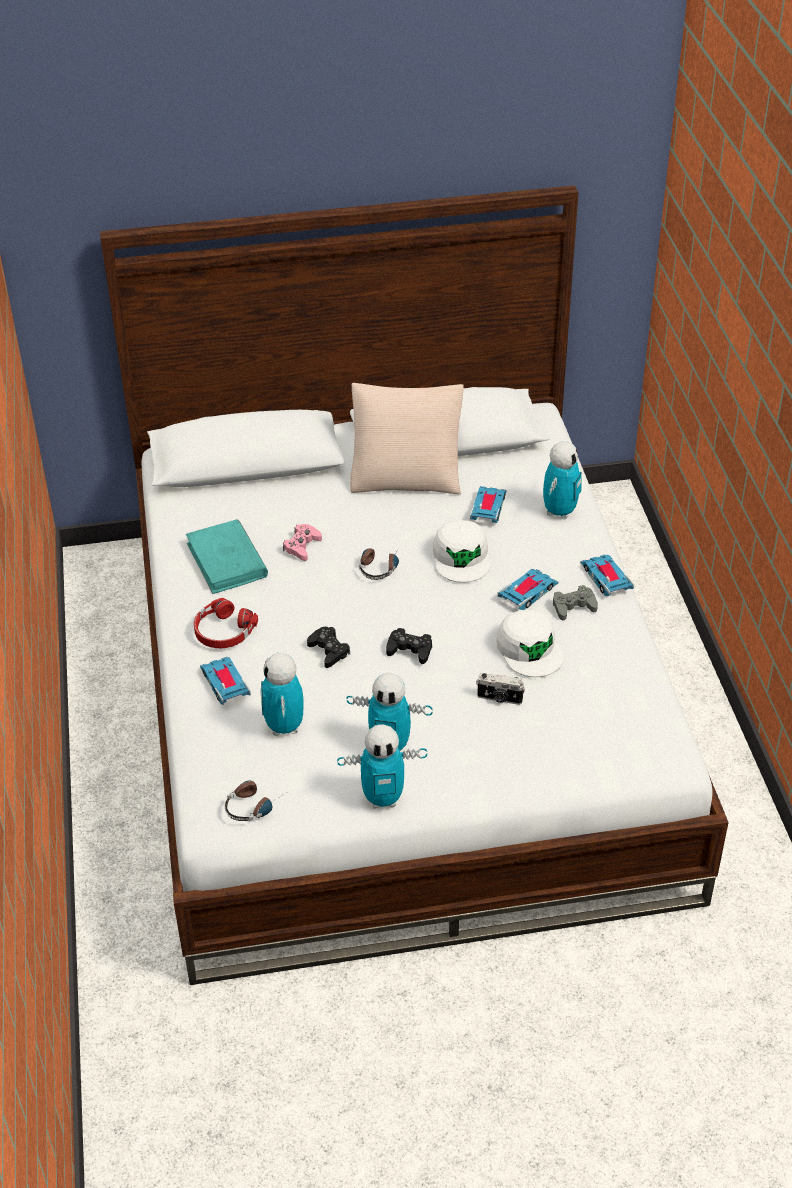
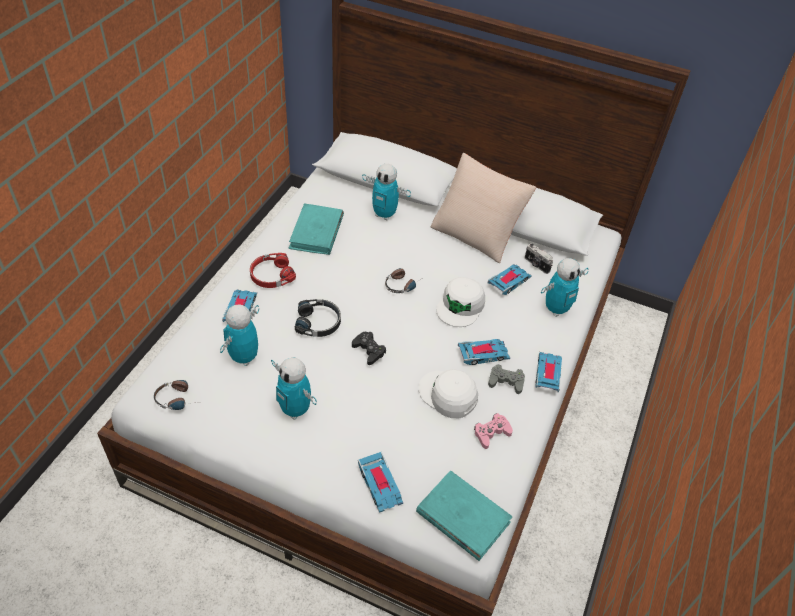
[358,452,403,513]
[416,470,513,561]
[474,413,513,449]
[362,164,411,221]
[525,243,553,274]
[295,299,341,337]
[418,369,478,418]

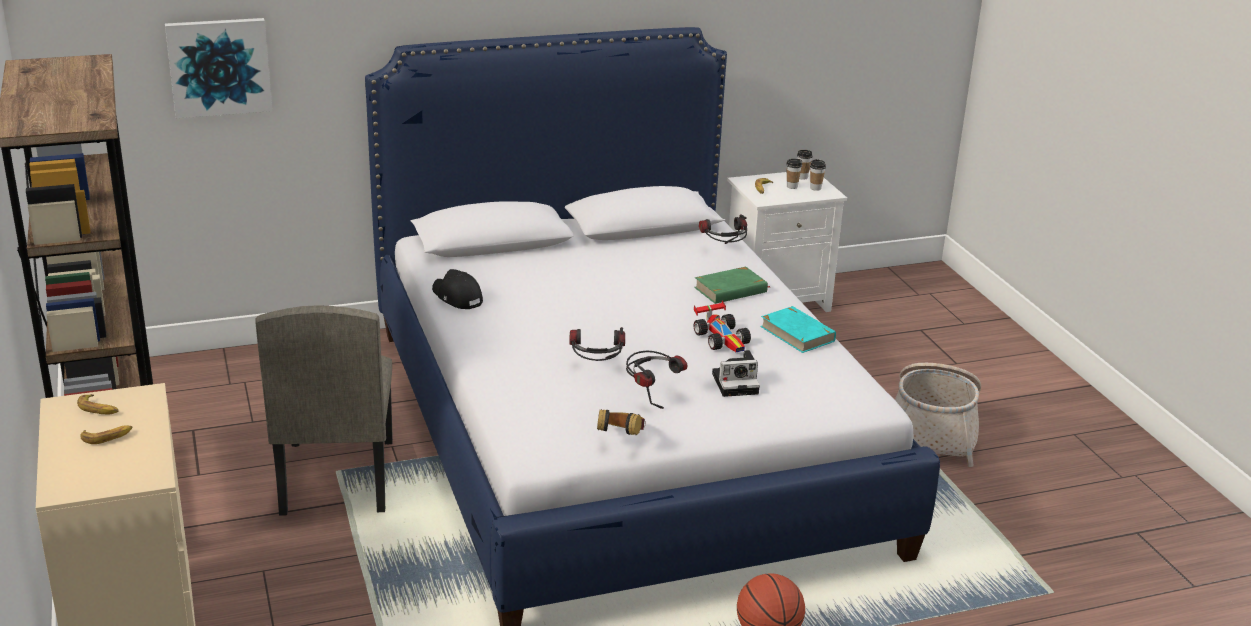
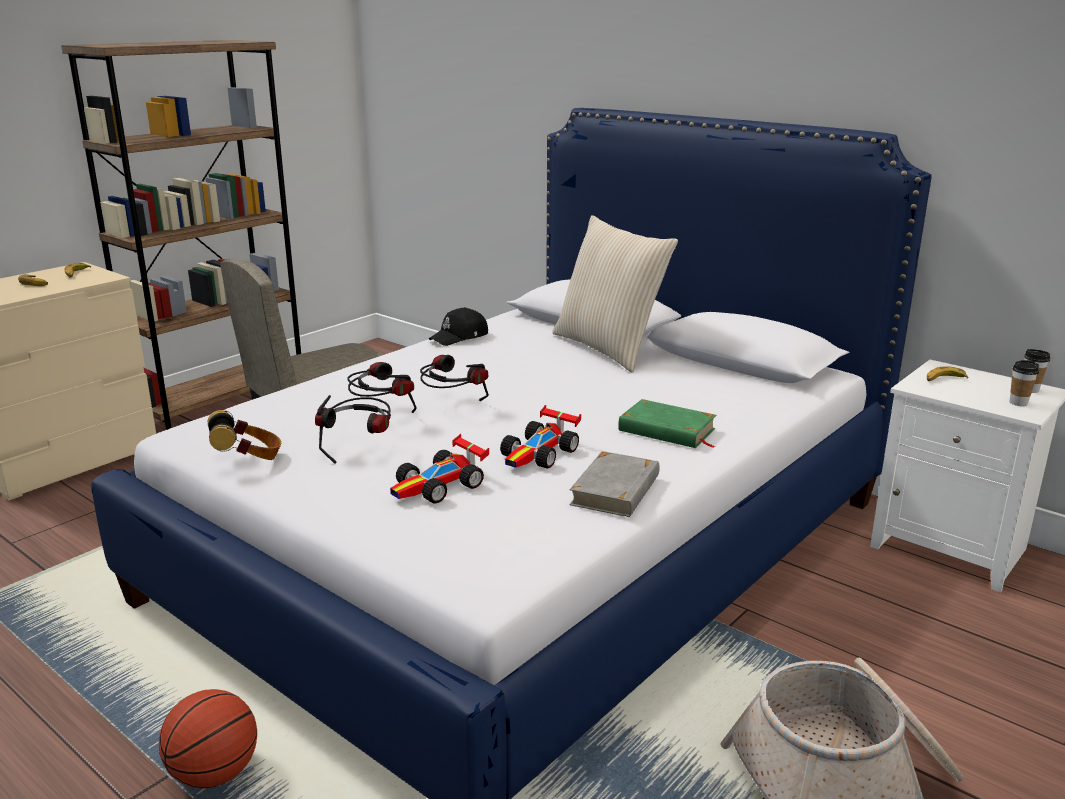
[165,18,272,118] (first image)
[786,159,802,189] (first image)
[553,215,678,373]
[420,355,489,401]
[390,434,489,503]
[569,451,660,517]
[429,307,488,346]

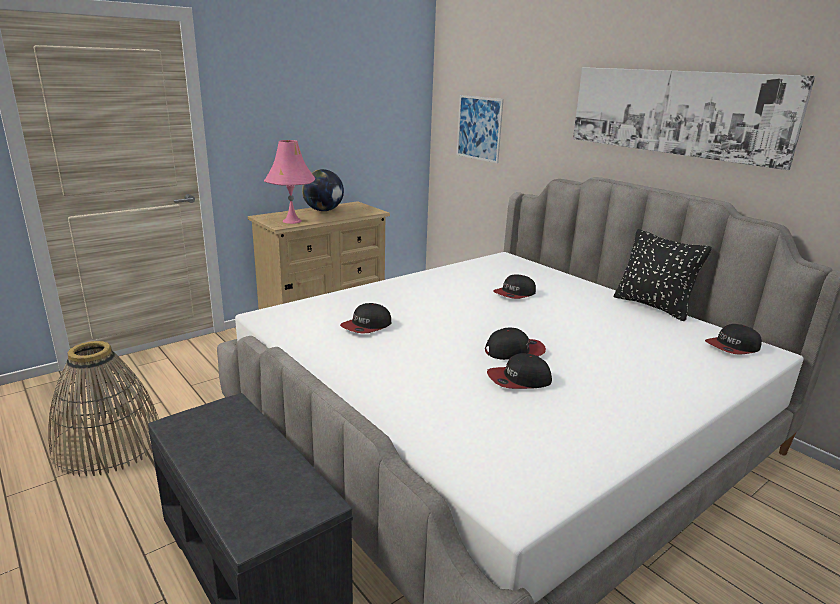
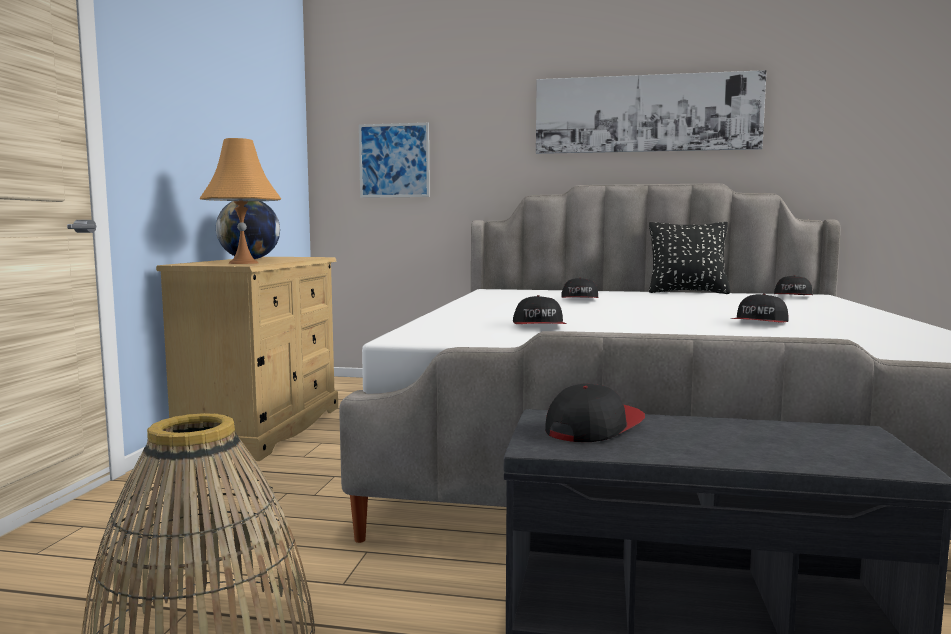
[545,383,645,442]
[200,138,281,264]

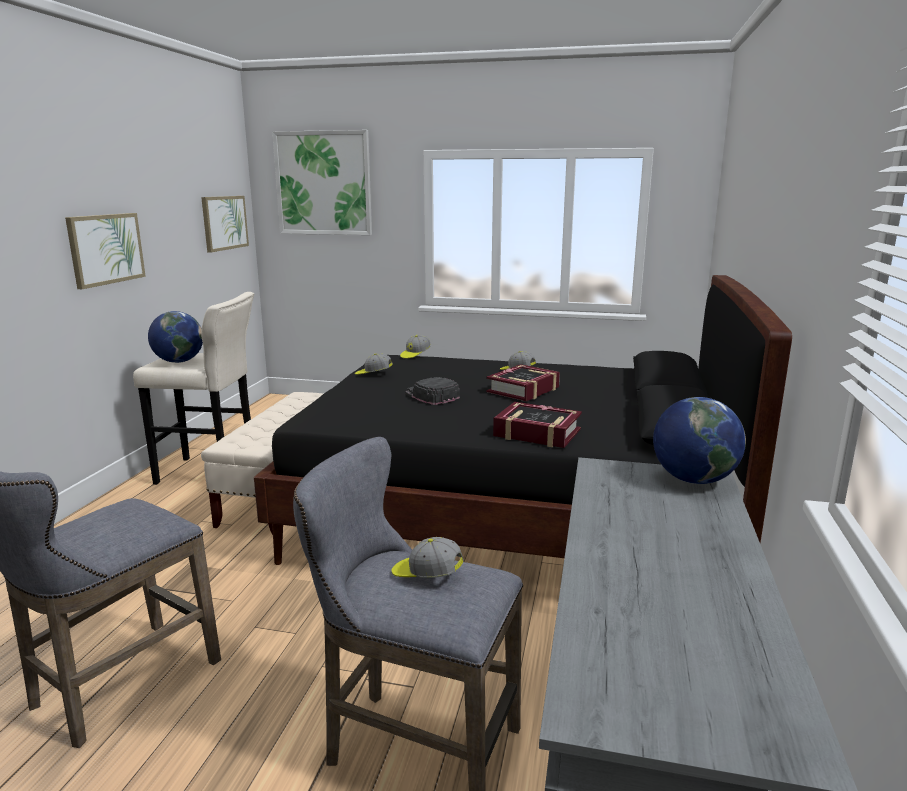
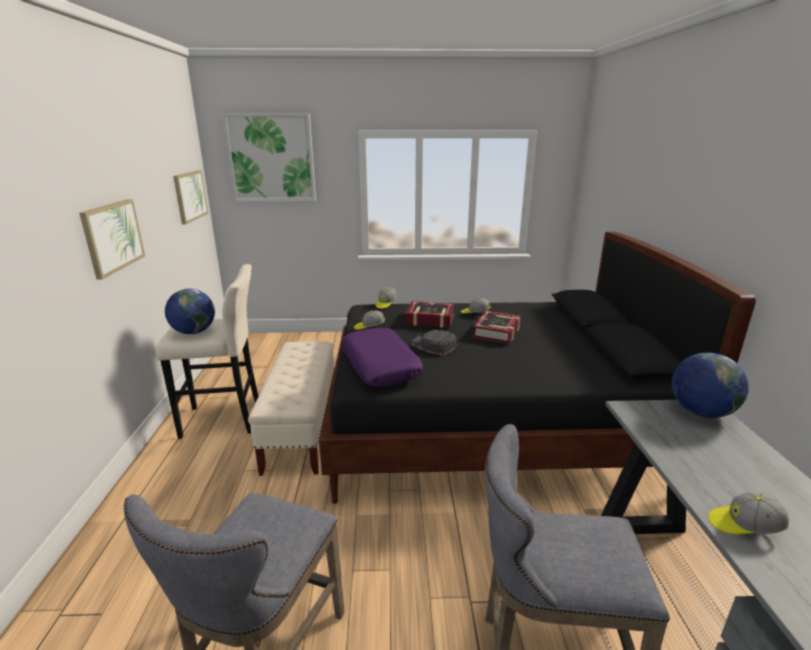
[341,328,423,387]
[708,492,789,534]
[405,301,454,328]

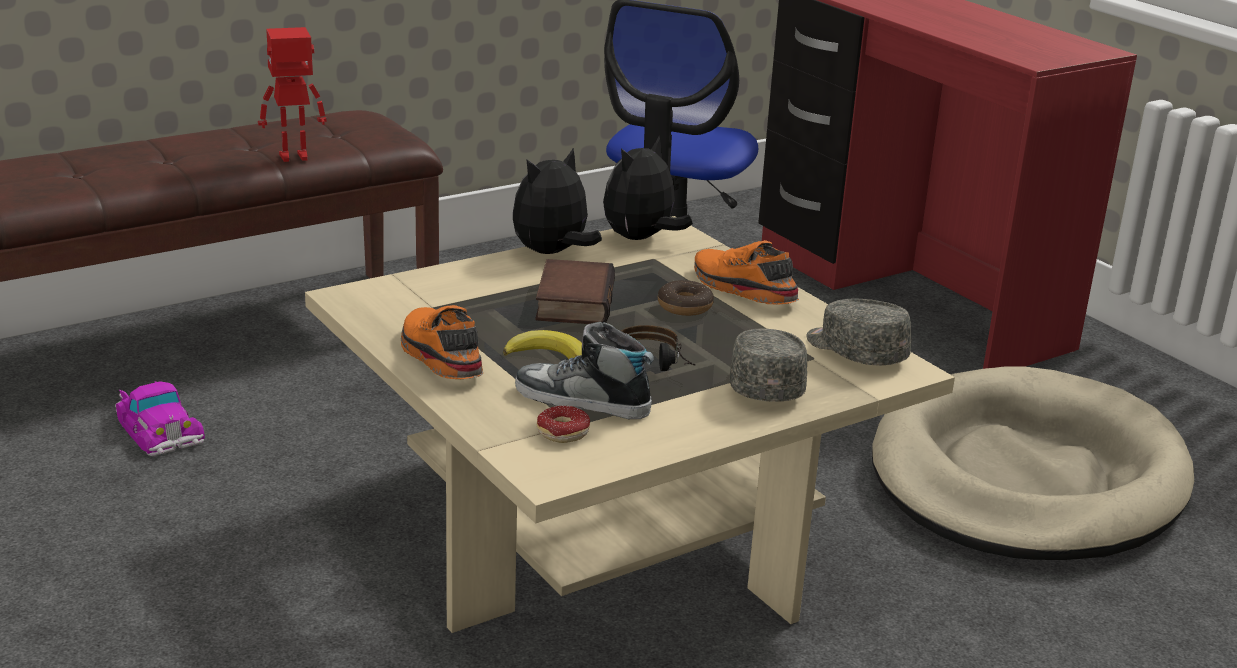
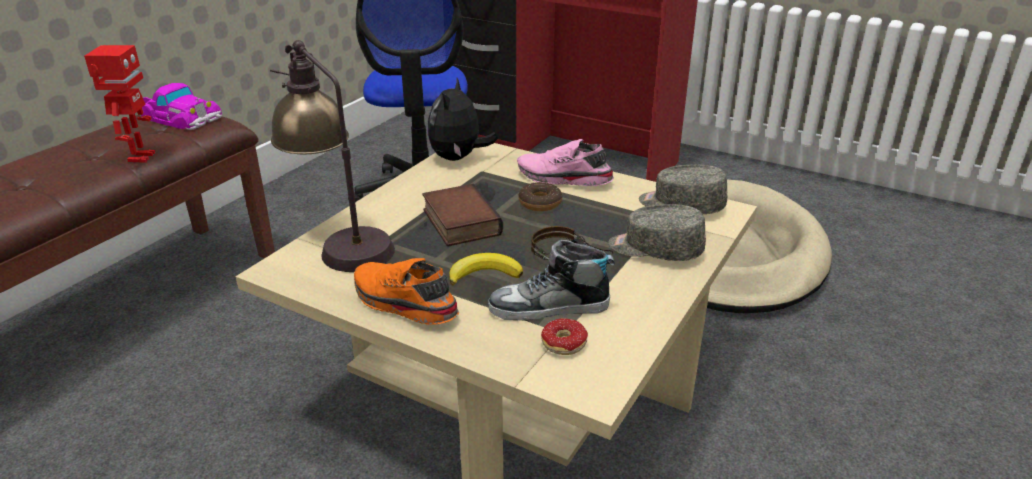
[513,148,602,254] (first image)
[270,40,395,272]
[140,83,222,130]
[517,139,614,186]
[84,45,155,163]
[609,204,706,261]

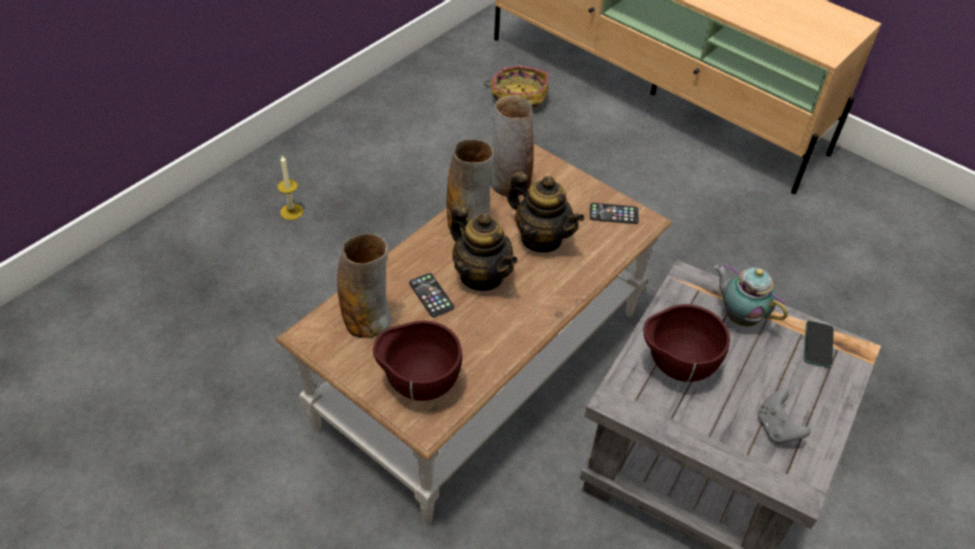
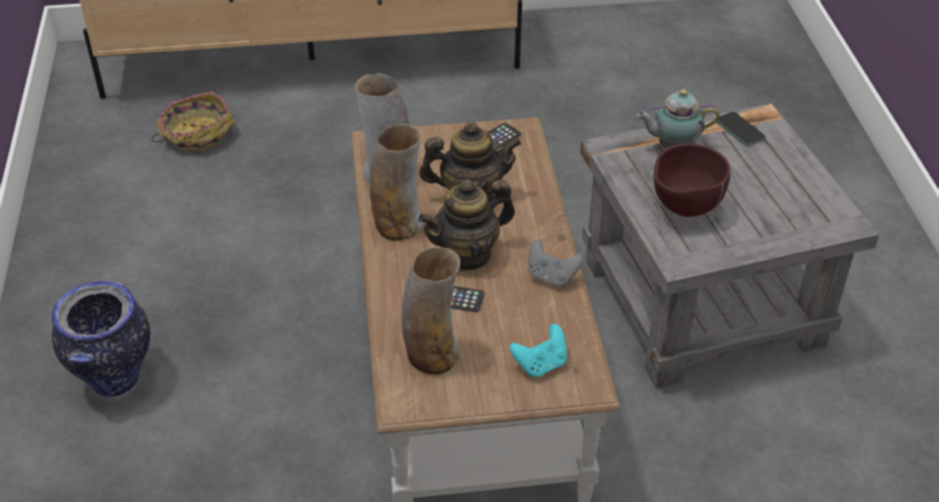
[528,240,583,287]
[52,281,150,397]
[509,324,567,377]
[418,179,515,271]

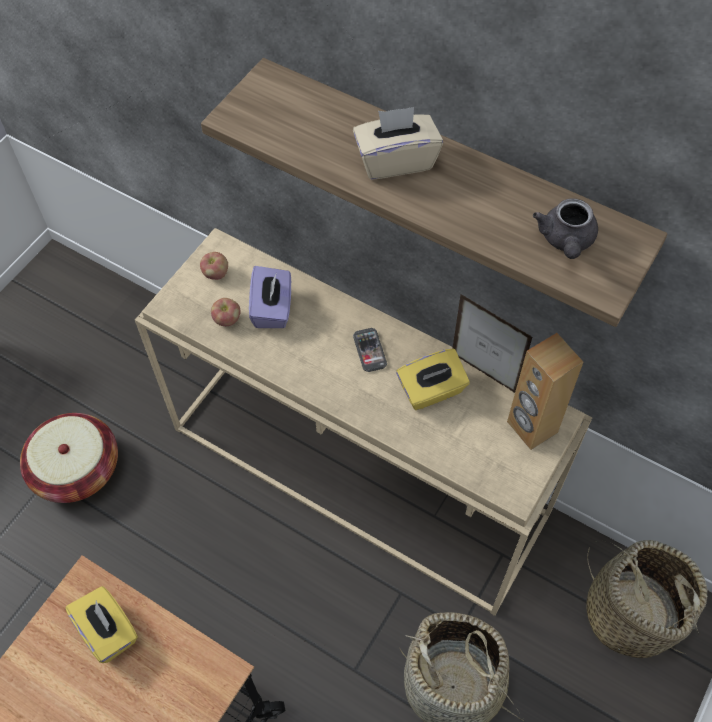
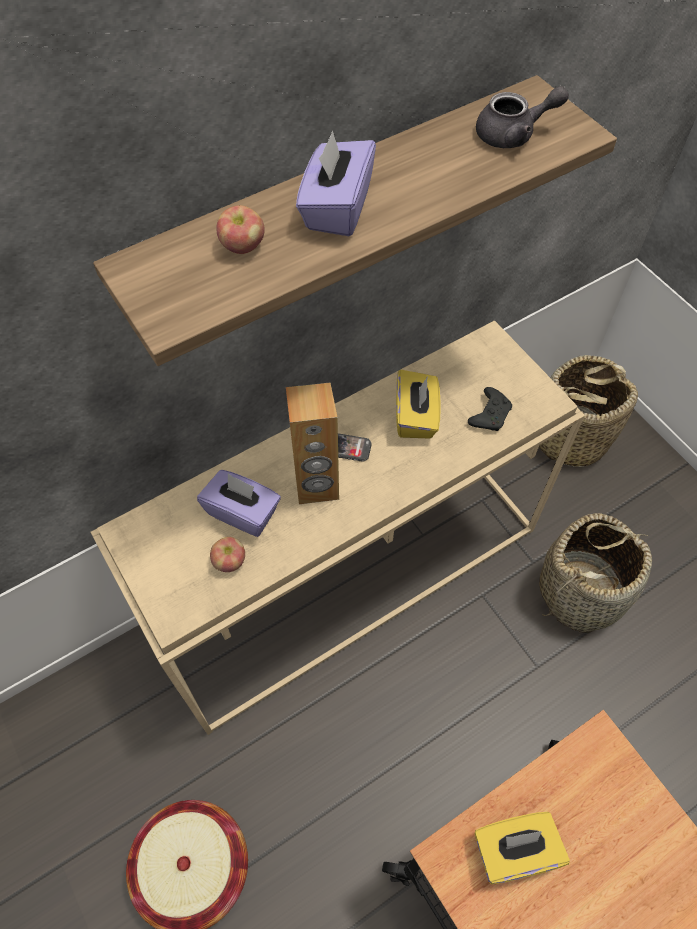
[453,294,533,393] (first image)
[468,387,512,431]
[216,205,265,254]
[286,383,339,504]
[296,131,376,236]
[476,86,569,148]

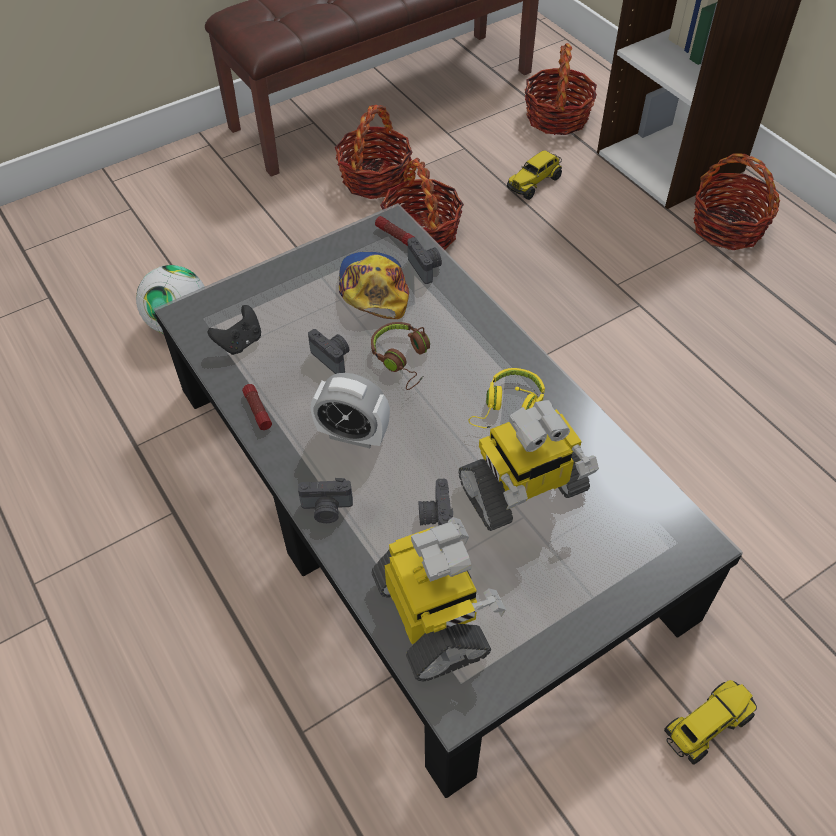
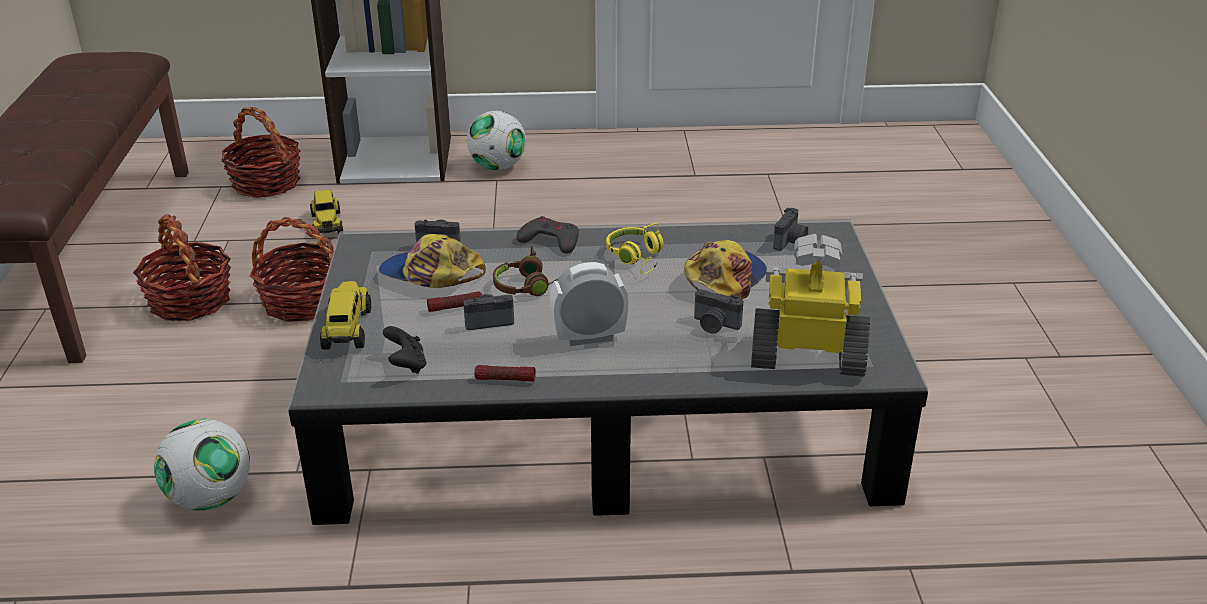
[517,216,579,254]
[773,207,808,251]
[427,291,482,312]
[320,281,371,350]
[684,240,767,299]
[467,111,526,170]
[550,262,629,346]

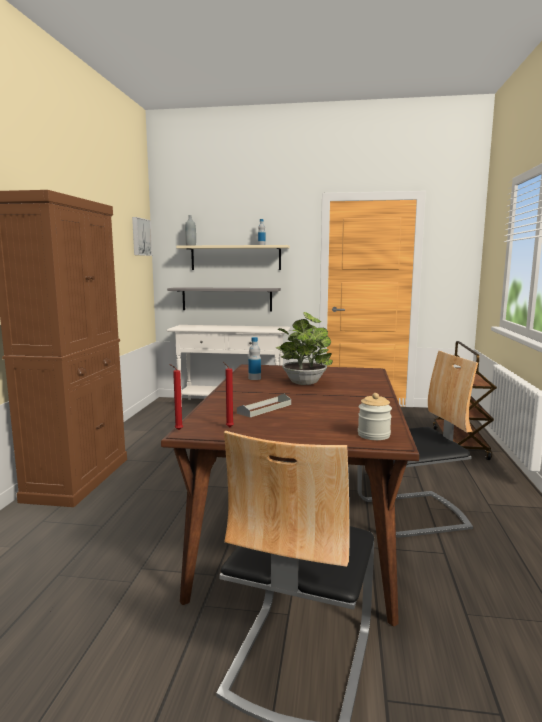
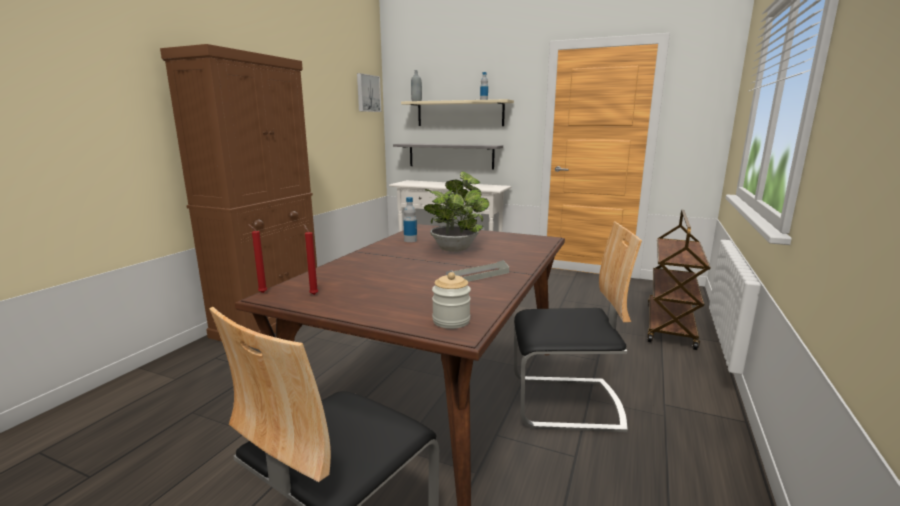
[446,260,509,282]

